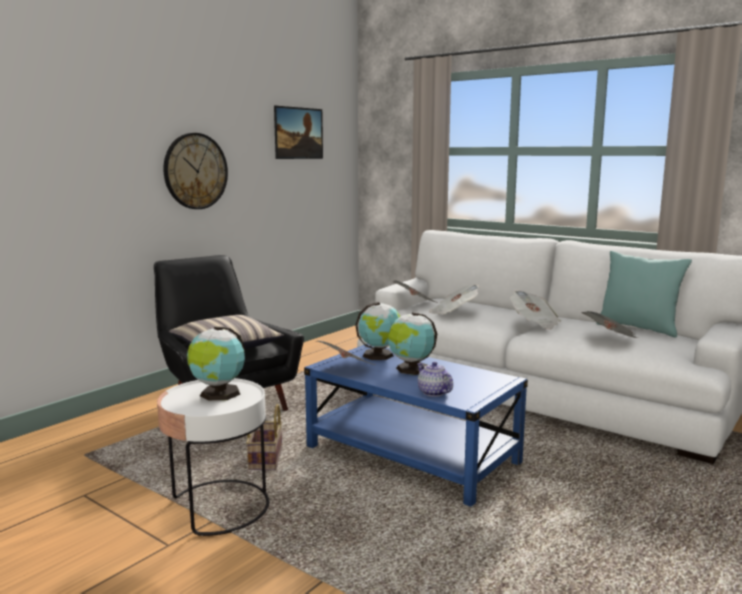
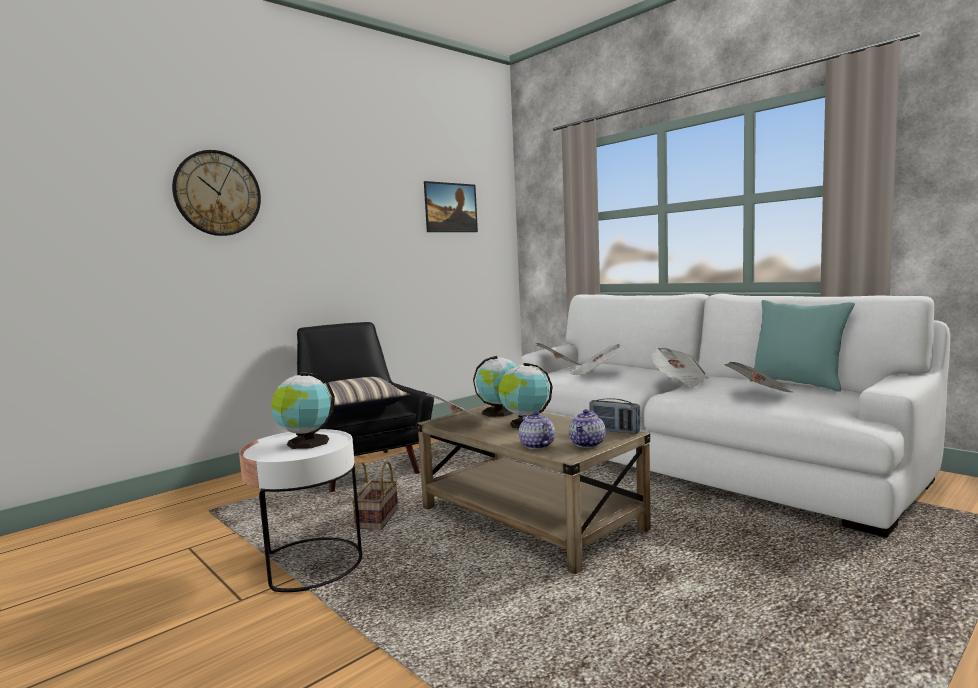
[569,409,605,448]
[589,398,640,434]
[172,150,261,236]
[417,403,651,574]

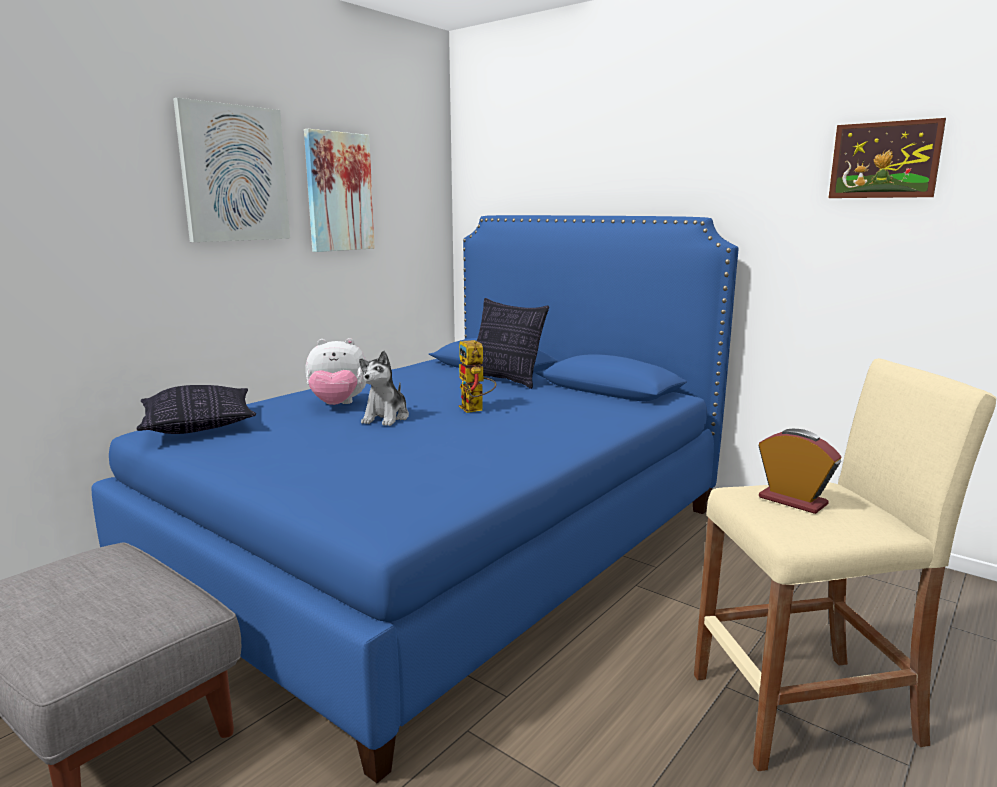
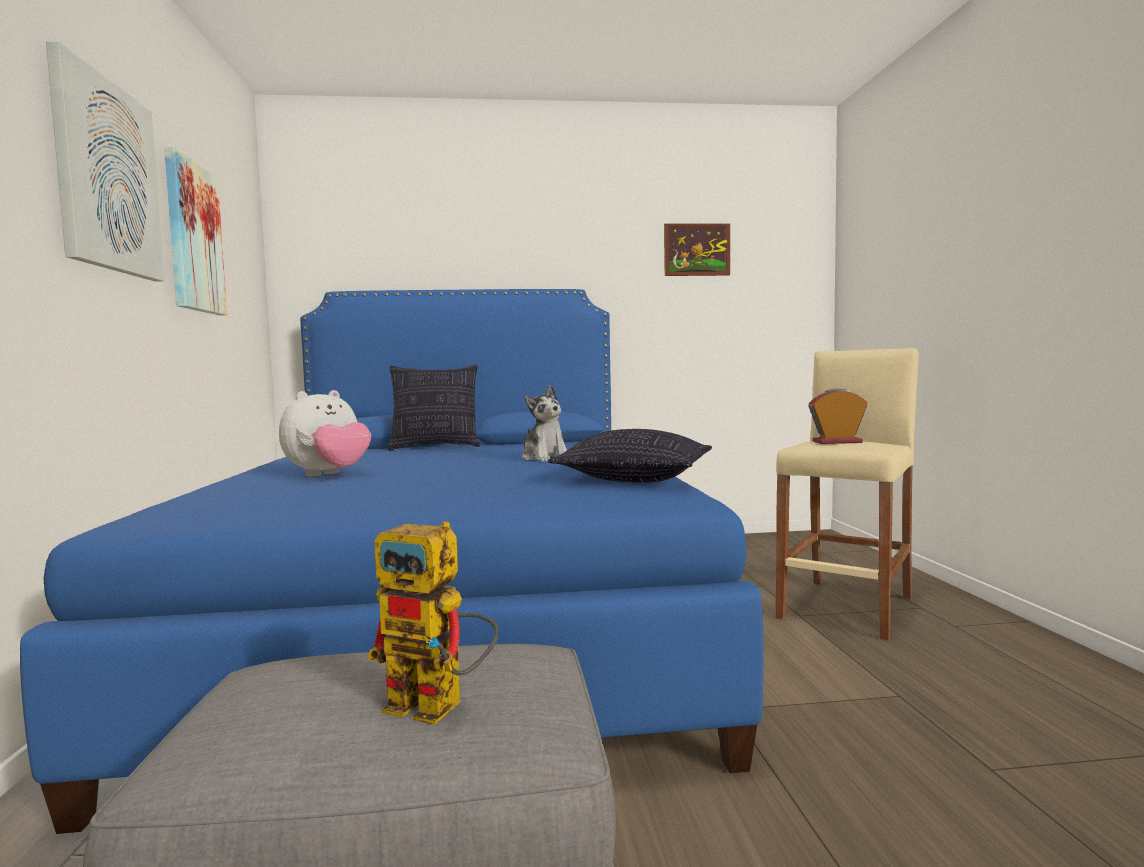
[548,429,712,483]
[522,385,567,462]
[367,521,499,725]

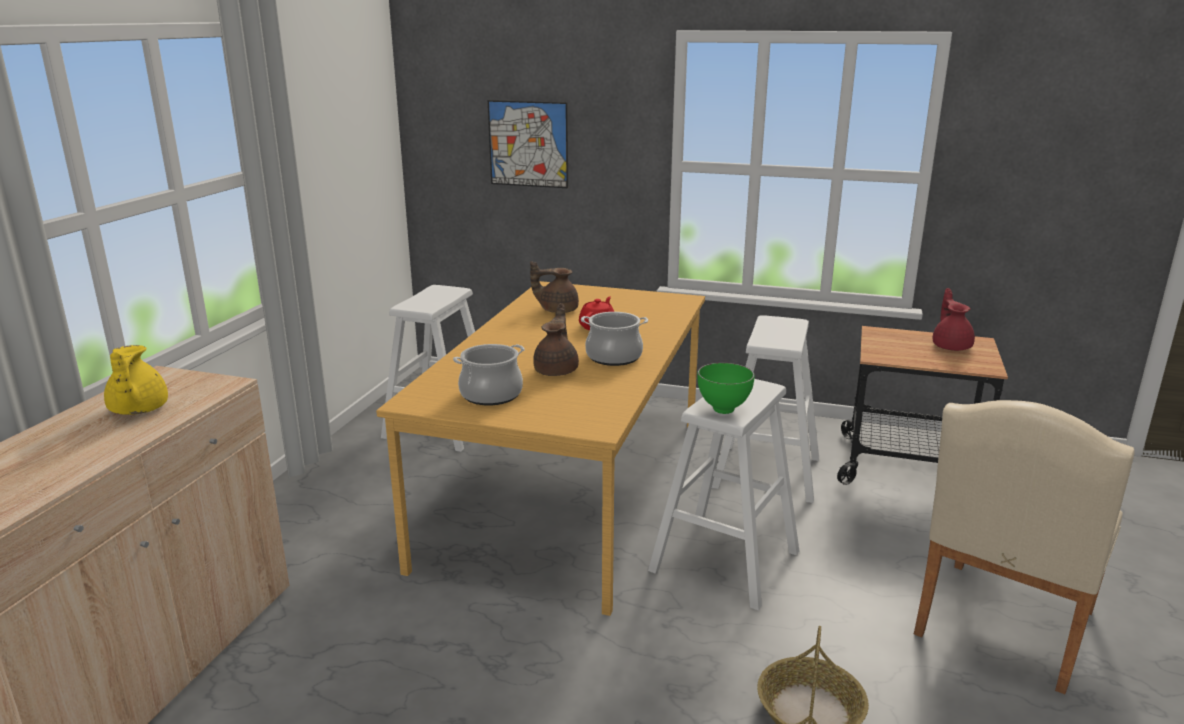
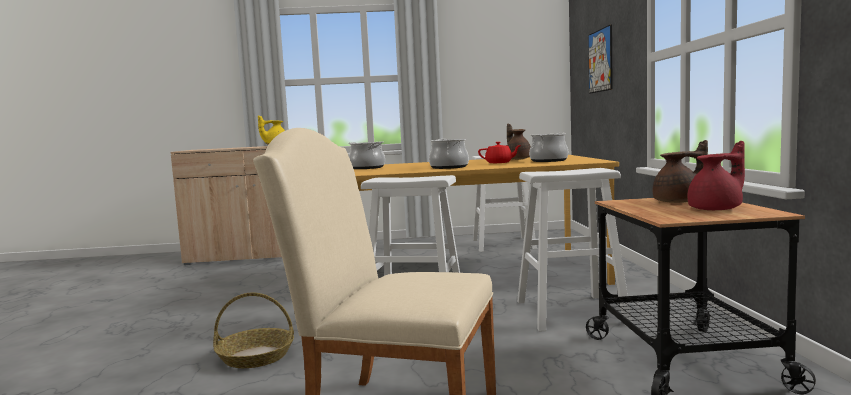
[697,363,755,414] (first image)
[529,133,568,162]
[653,140,708,203]

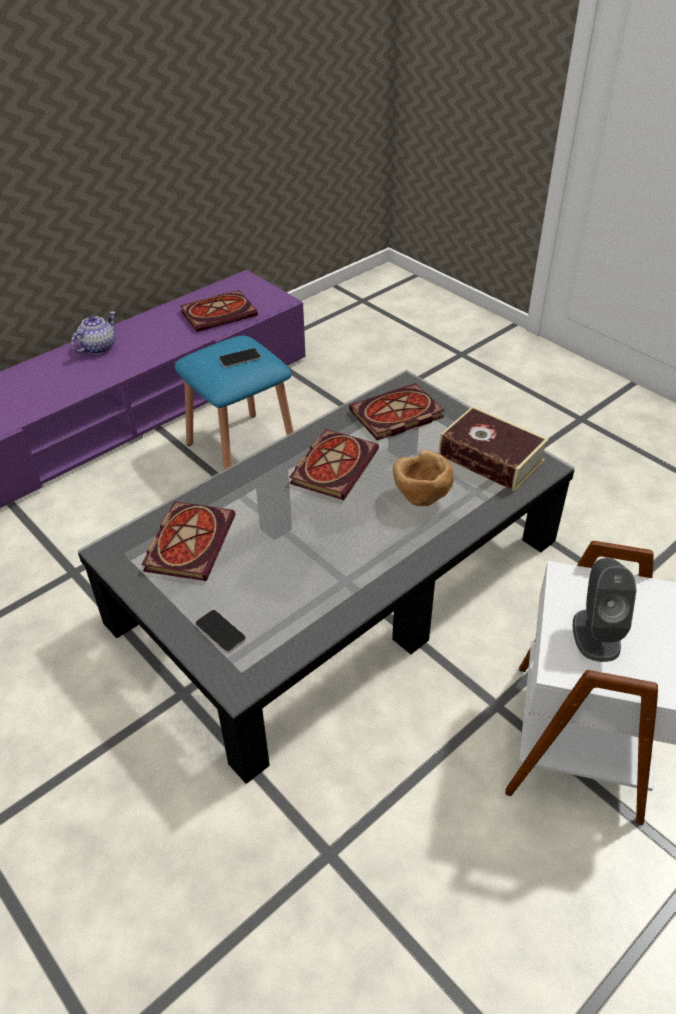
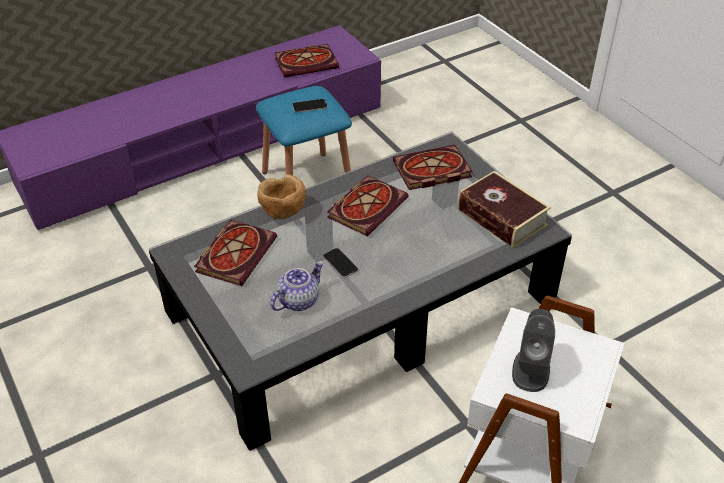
[270,261,324,311]
[323,248,358,278]
[257,174,306,220]

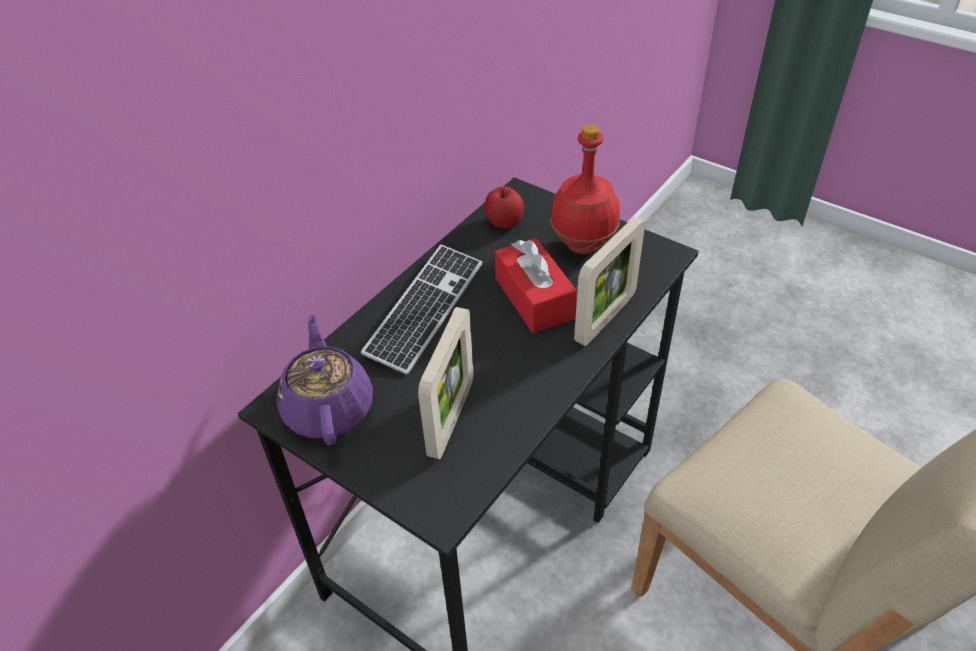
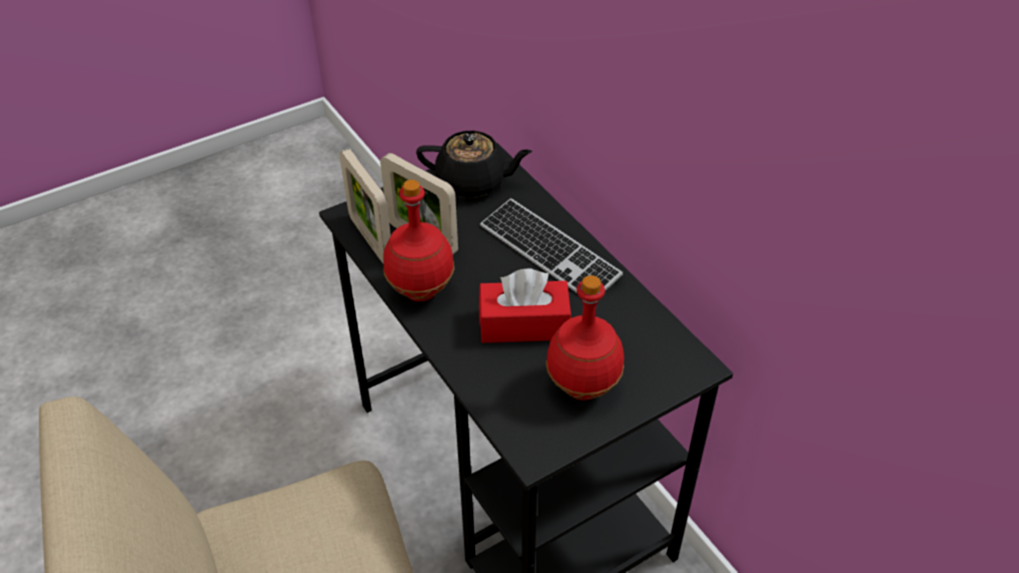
[484,186,524,229] (first image)
[383,180,454,301]
[339,149,391,263]
[416,131,532,198]

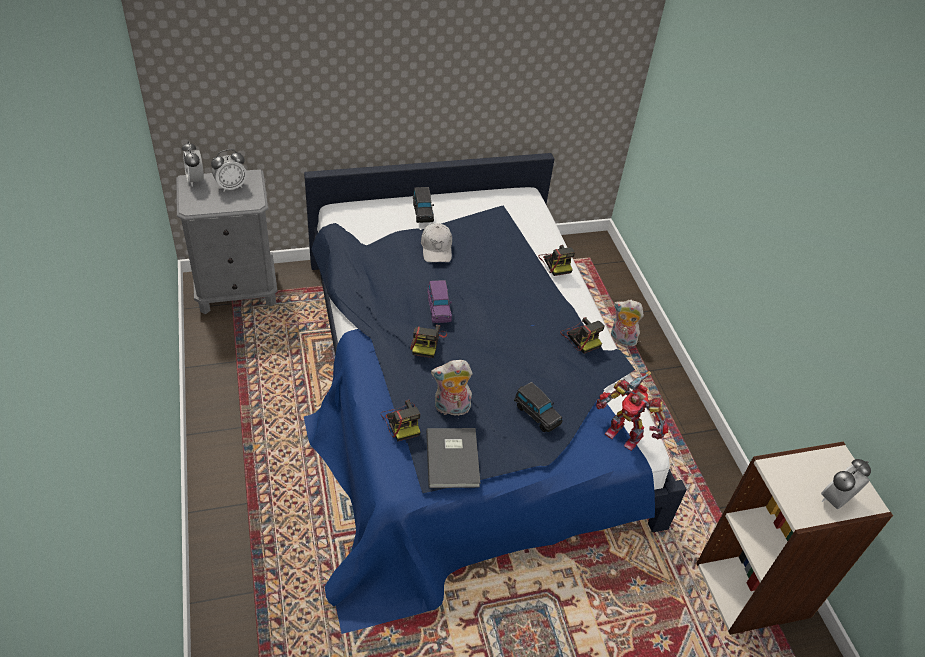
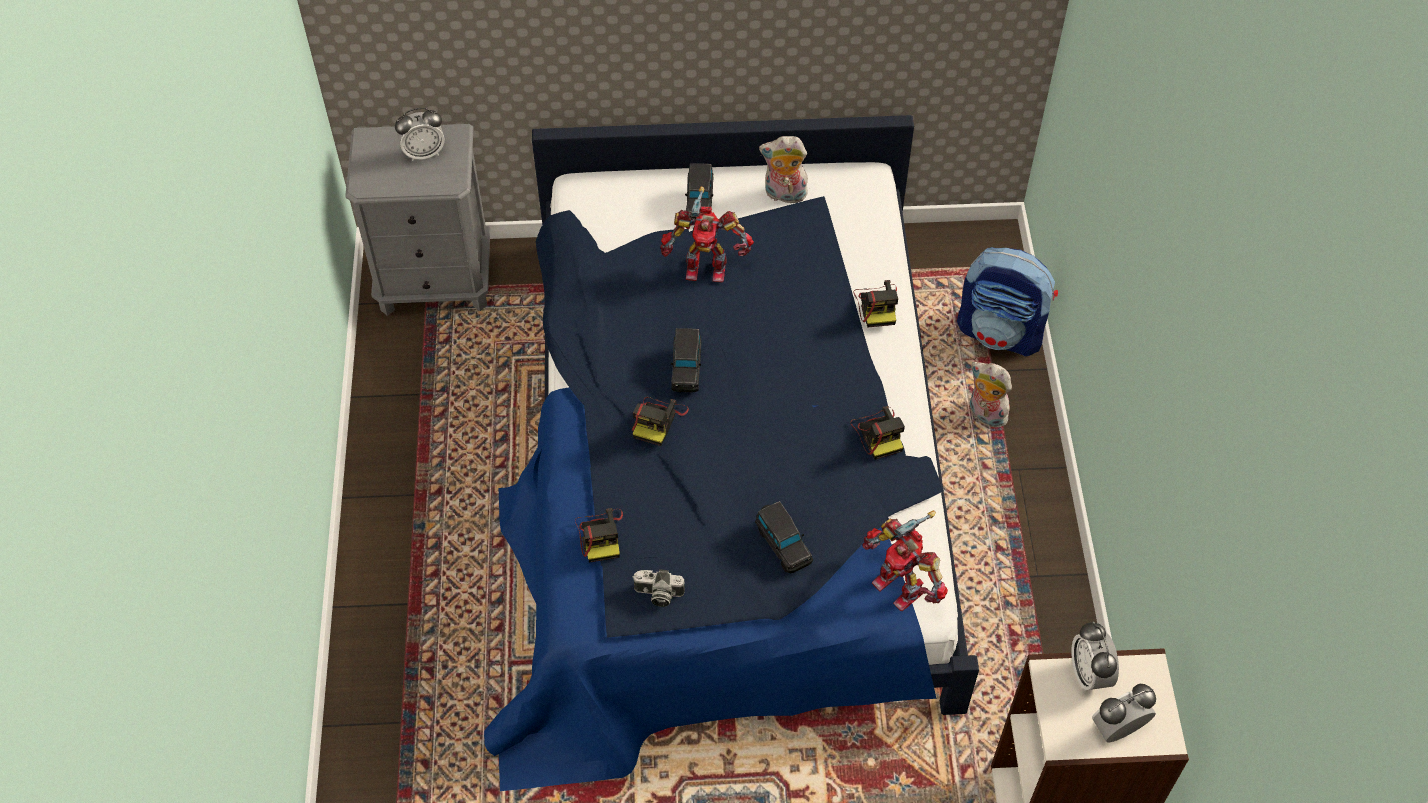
[957,247,1058,356]
[1071,621,1119,691]
[759,136,808,204]
[661,186,754,283]
[632,569,685,607]
[671,328,701,392]

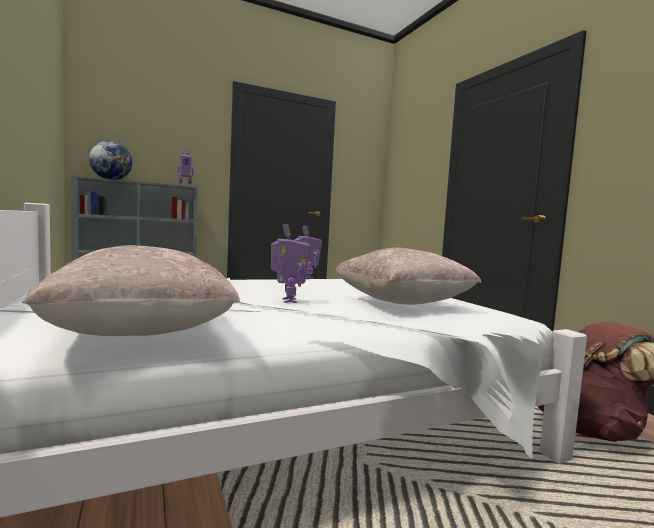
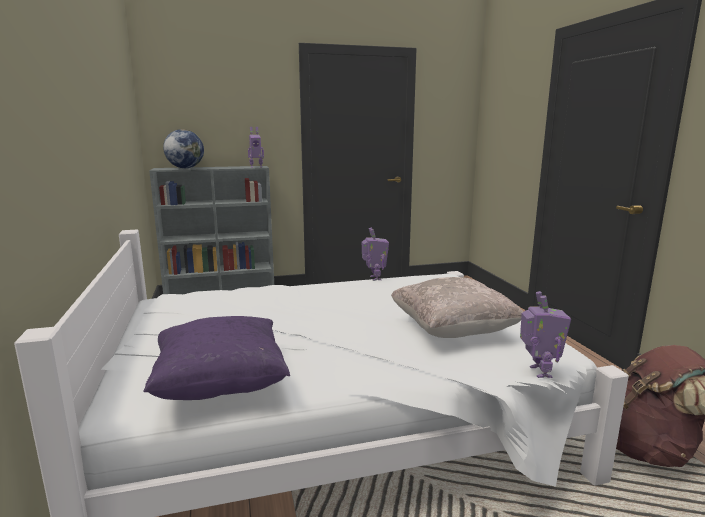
[520,291,571,378]
[143,316,290,400]

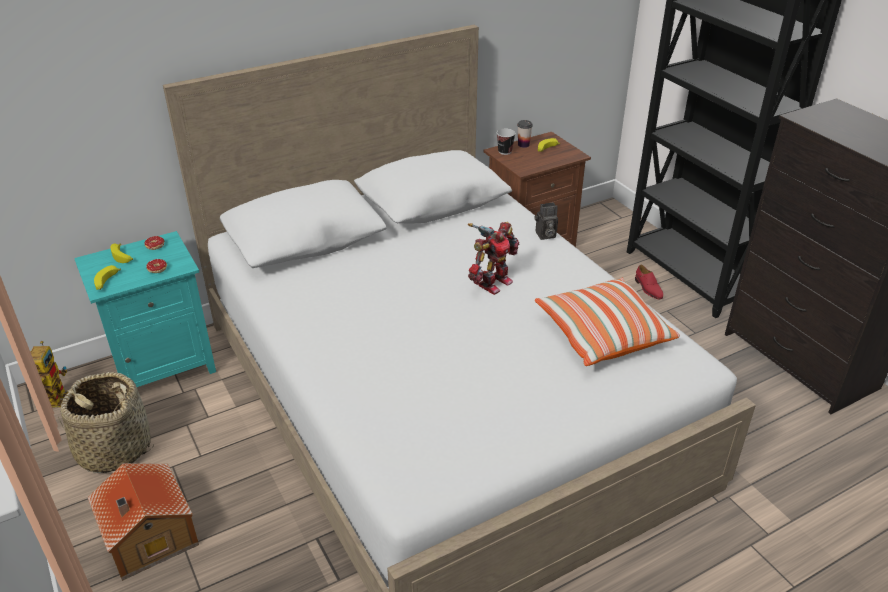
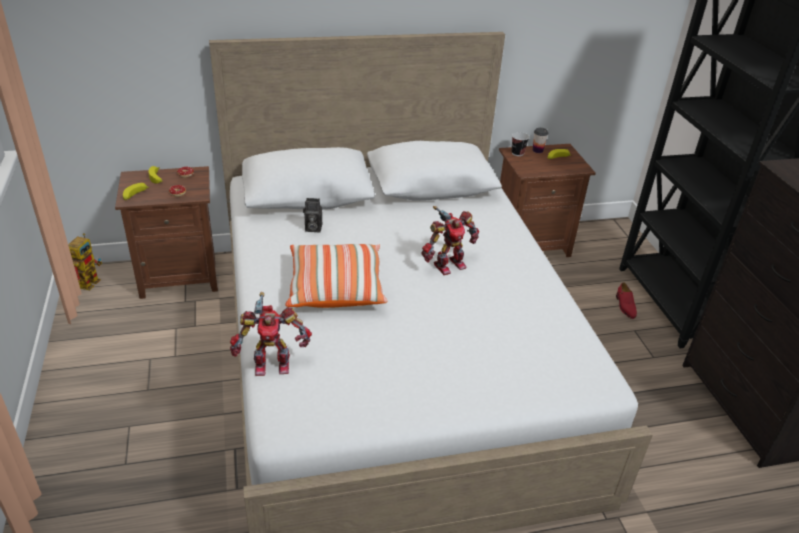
[58,372,154,473] (first image)
[88,463,199,581] (first image)
[230,292,312,376]
[303,198,322,232]
[285,244,387,308]
[115,166,218,299]

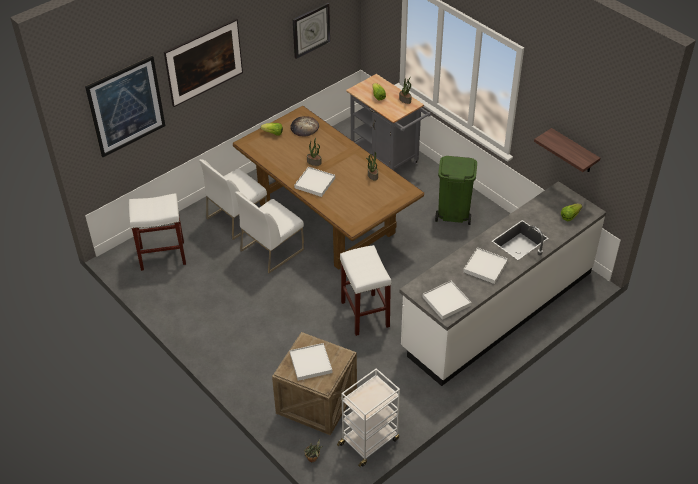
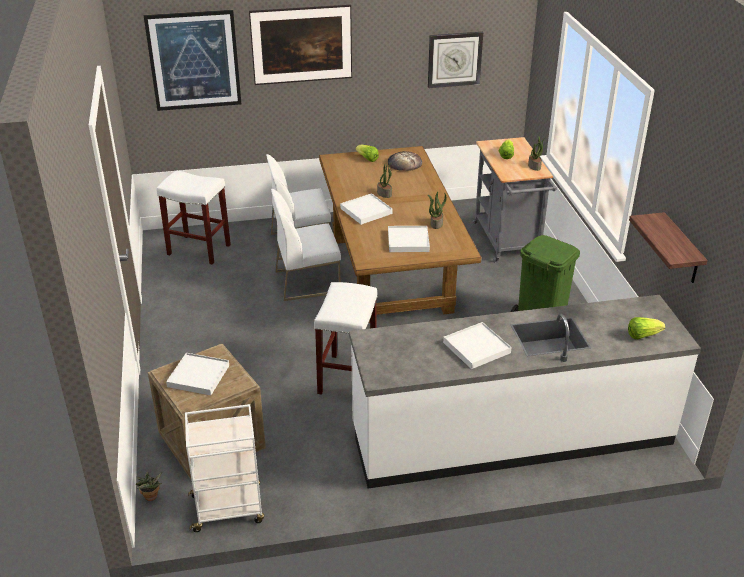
[388,226,430,252]

